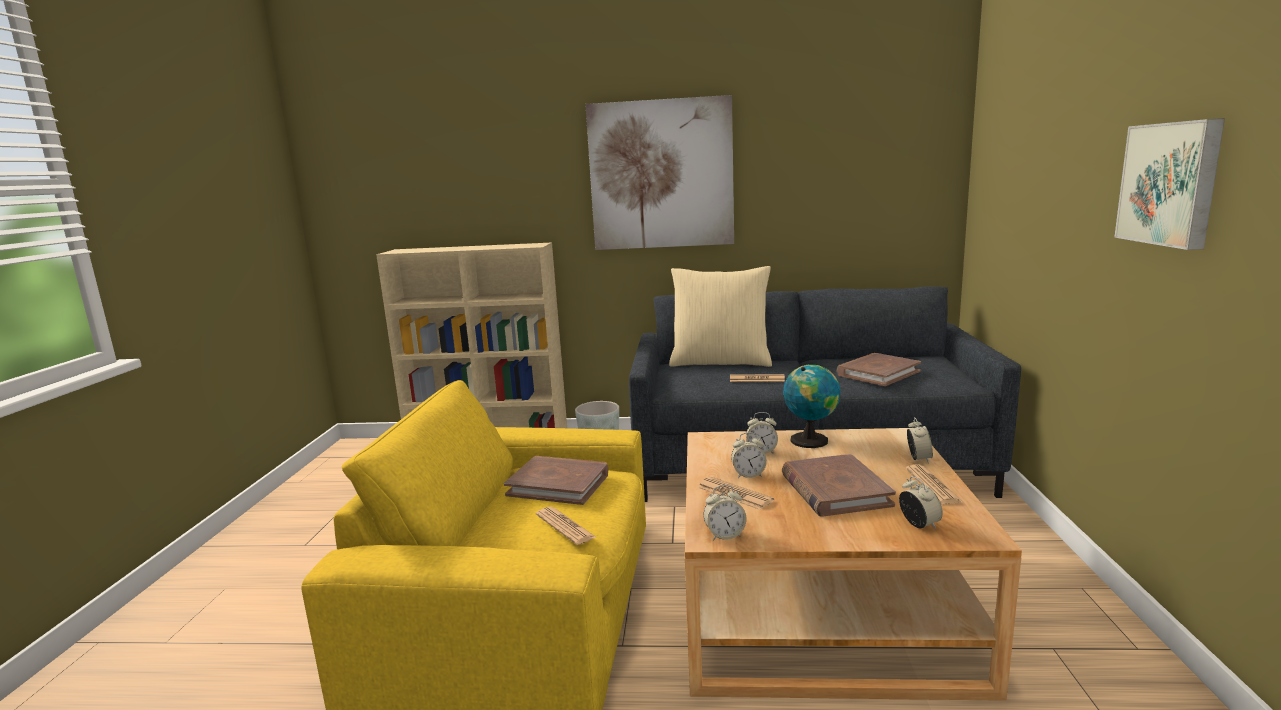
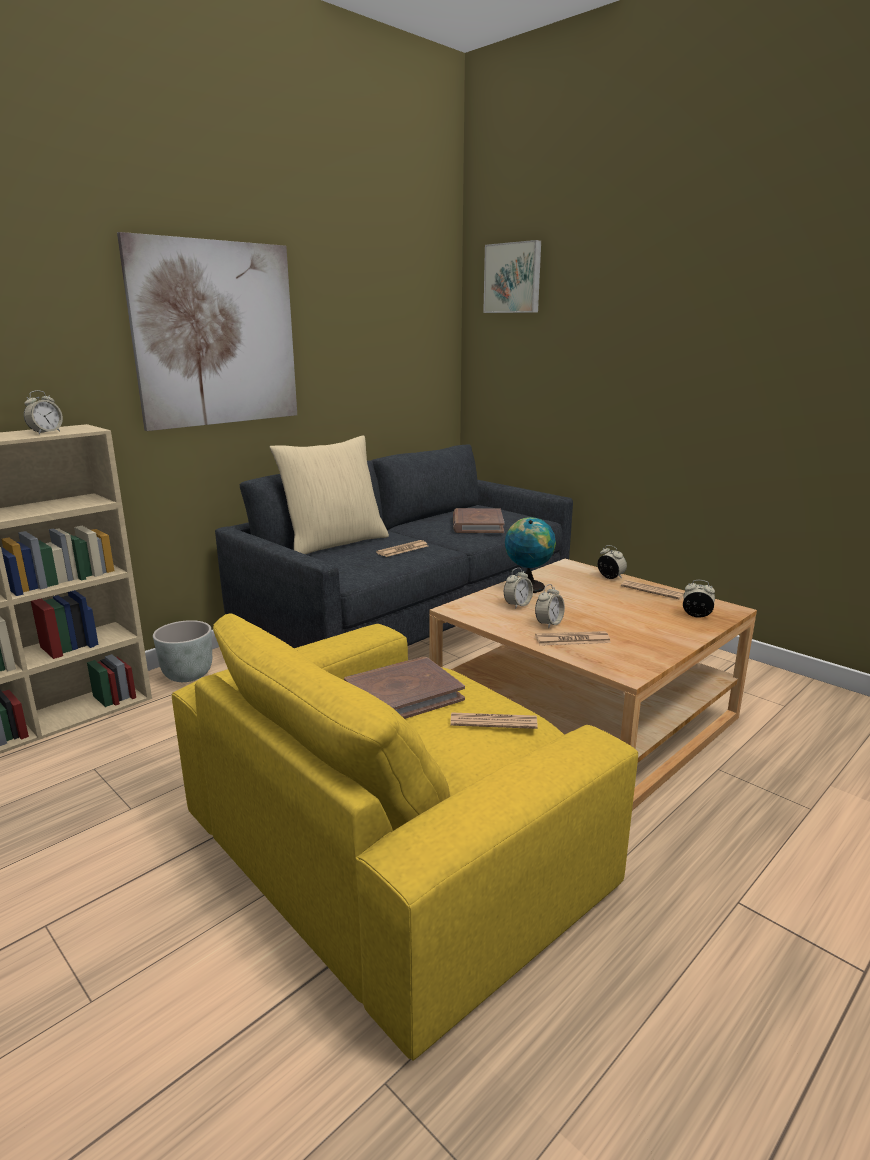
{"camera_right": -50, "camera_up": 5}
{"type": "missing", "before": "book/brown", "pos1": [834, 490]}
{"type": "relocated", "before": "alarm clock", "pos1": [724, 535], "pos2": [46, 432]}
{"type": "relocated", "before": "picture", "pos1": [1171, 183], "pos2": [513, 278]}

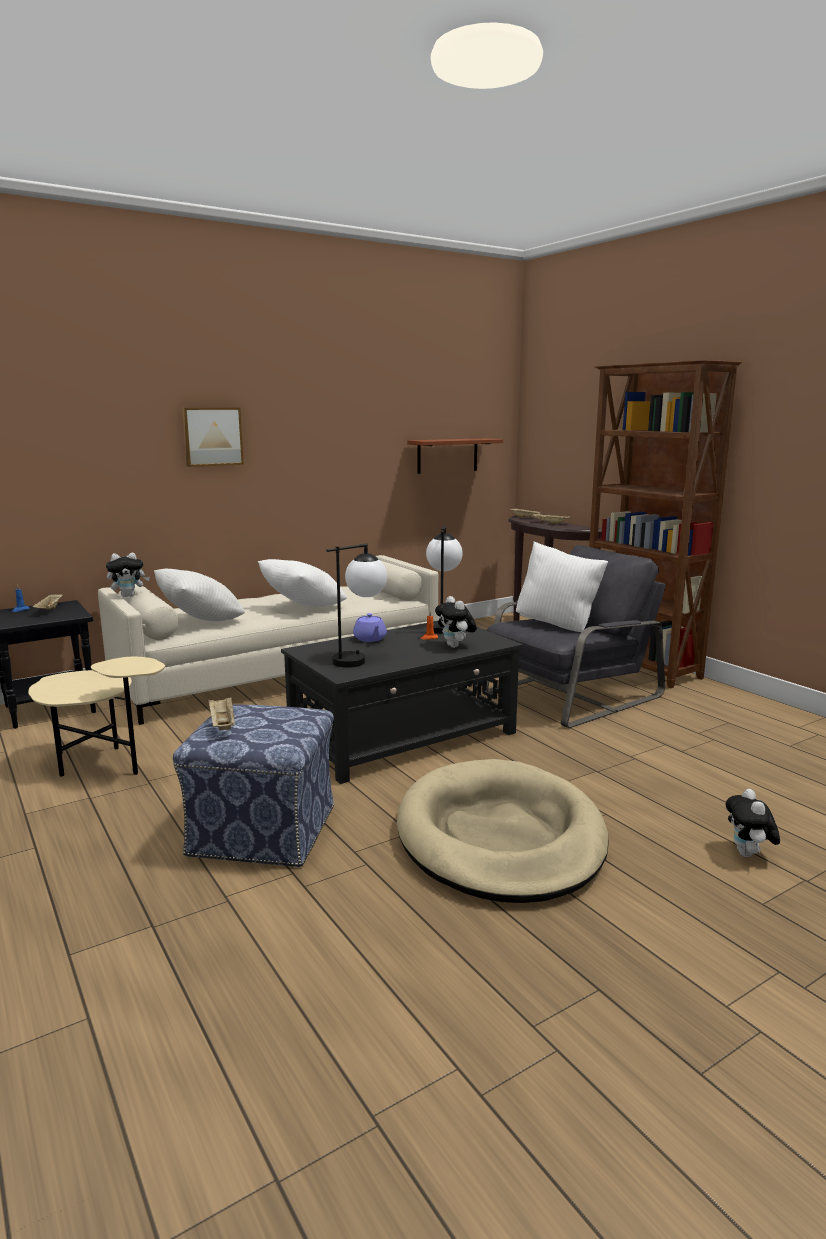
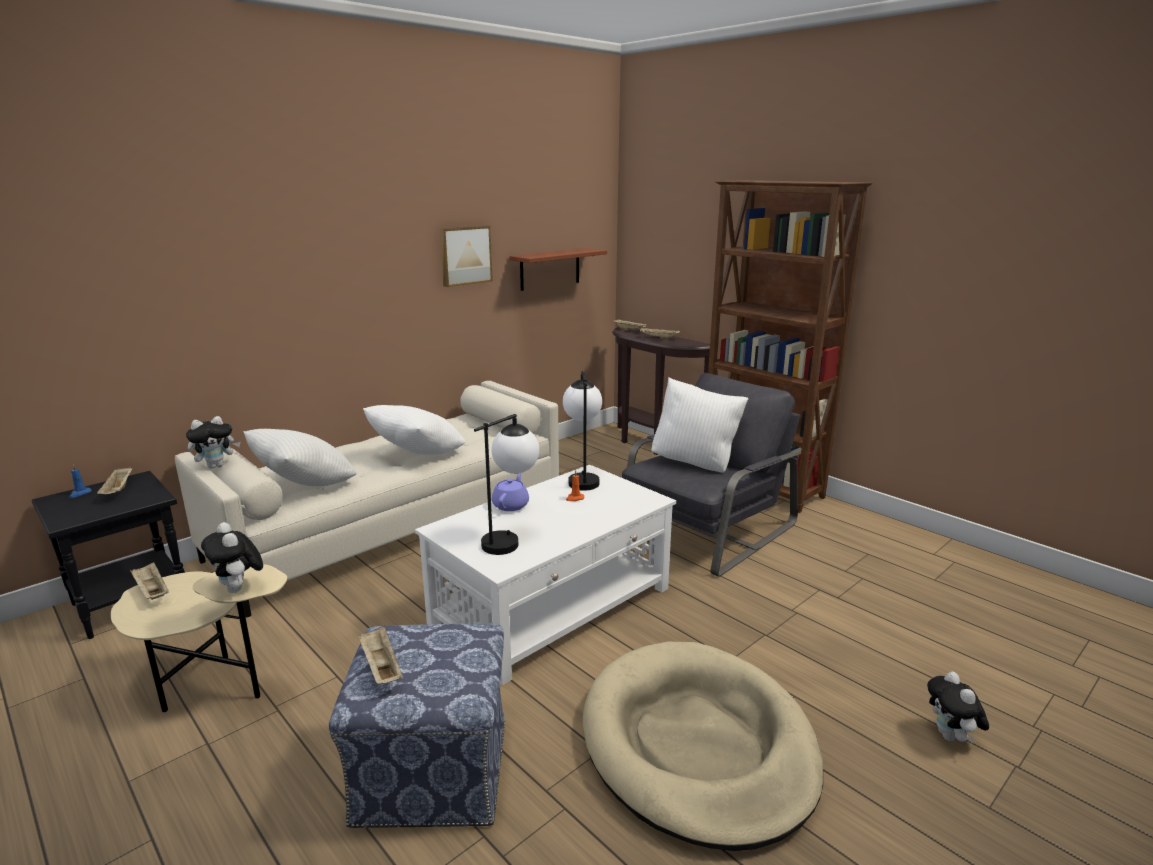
{"camera_right": -10, "camera_up": 5}
{"type": "appeared", "after": "tray/beige", "pos2": [152, 591]}
{"type": "relocated", "before": "picture", "pos1": [212, 436], "pos2": [465, 255]}
{"type": "relocated", "before": "plush toy", "pos1": [455, 646], "pos2": [239, 589]}
{"type": "colour", "before": "coffee table/black", "after": "coffee table/white", "pos1": [404, 736], "pos2": [553, 605]}
{"type": "spun", "before": "teapot/purple", "pos1": [370, 639], "pos2": [511, 505], "turn": -135}

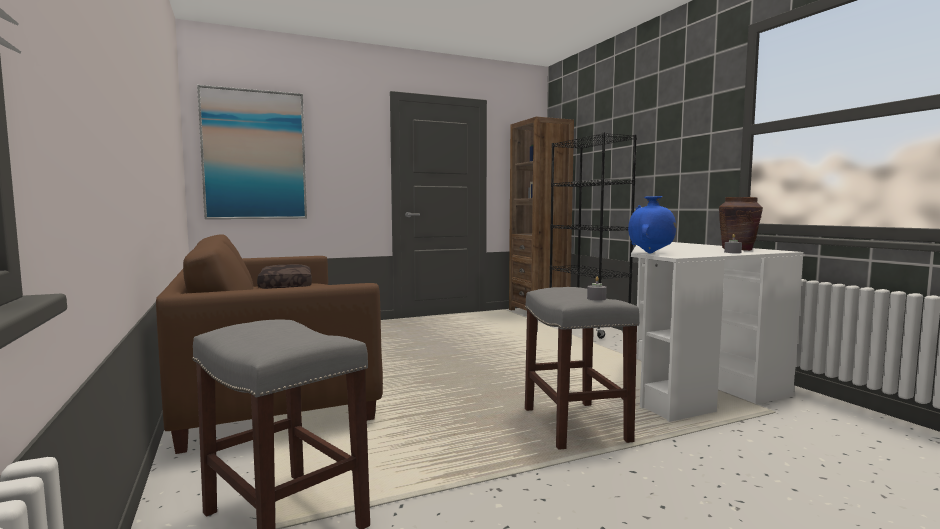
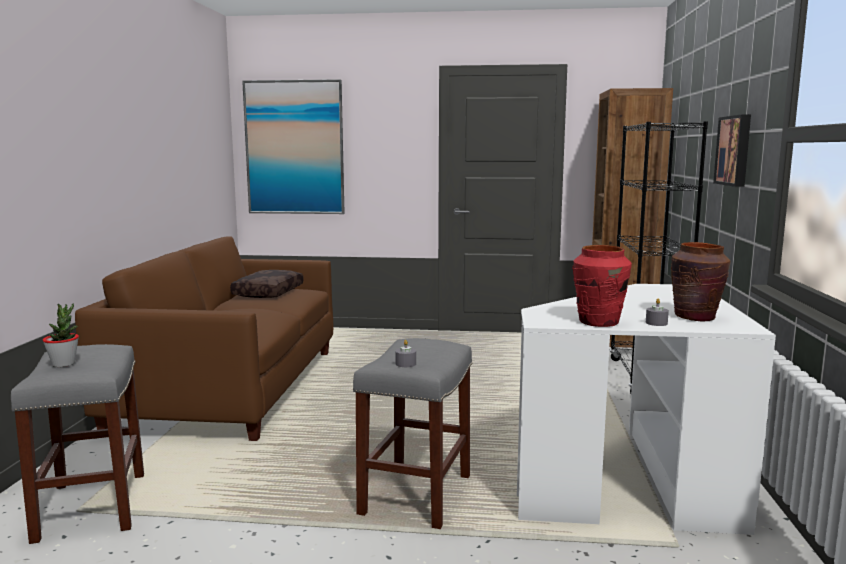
{"camera_right": 30, "camera_up": 5}
{"type": "missing", "before": "vase/blue", "pos1": [651, 253]}
{"type": "appeared", "after": "potted plant", "pos2": [64, 364]}
{"type": "appeared", "after": "vase/red", "pos2": [599, 322]}
{"type": "appeared", "after": "picture", "pos2": [735, 150]}

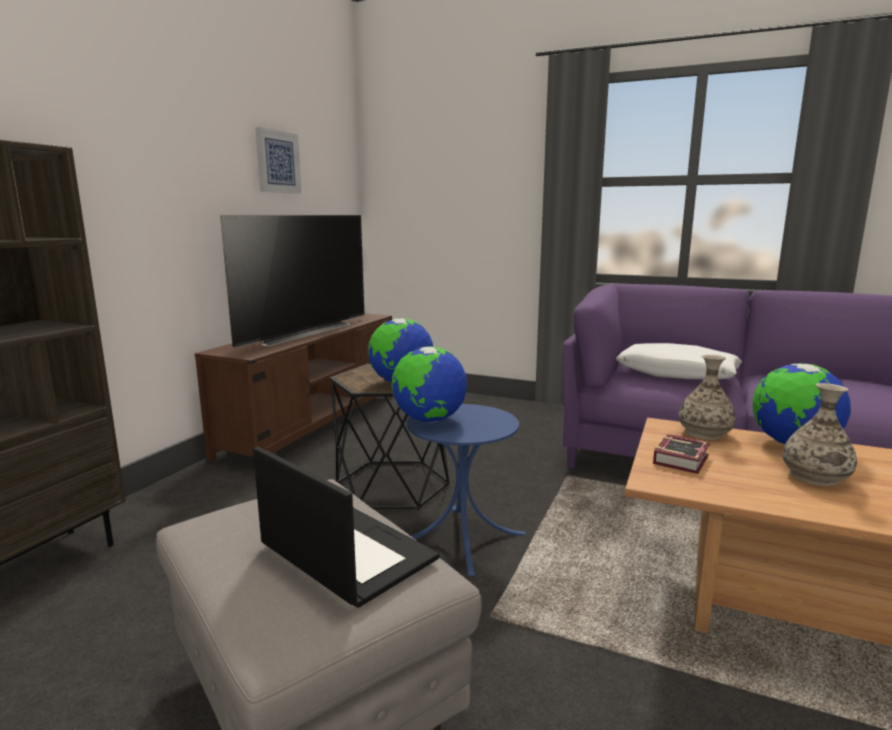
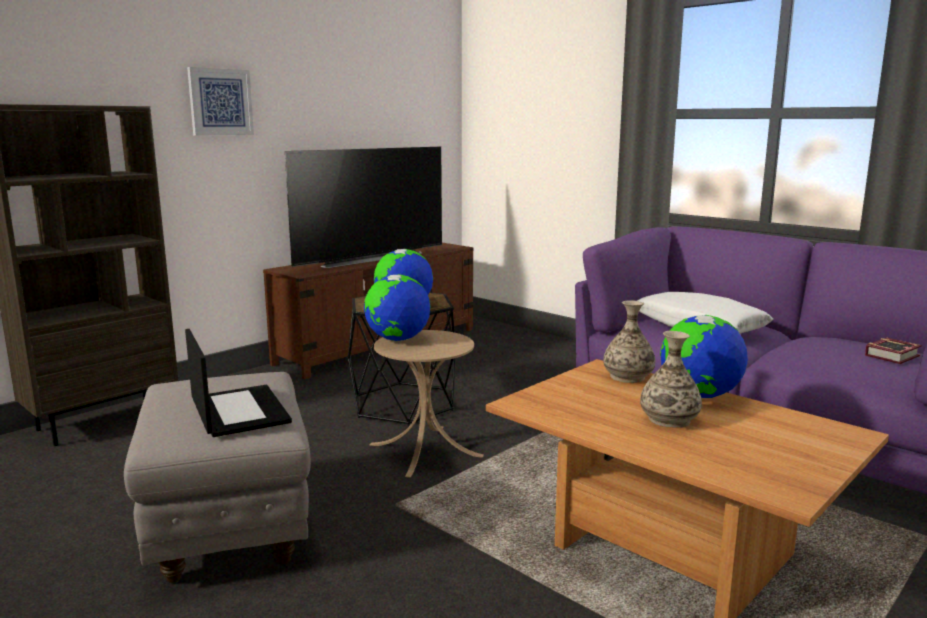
{"camera_right": 20, "camera_up": 0}
{"type": "relocated", "before": "picture", "pos1": [277, 162], "pos2": [220, 102]}
{"type": "relocated", "before": "book", "pos1": [683, 459], "pos2": [894, 355]}
{"type": "colour", "before": "side table/blue", "after": "side table/beige", "pos1": [461, 537], "pos2": [425, 450]}

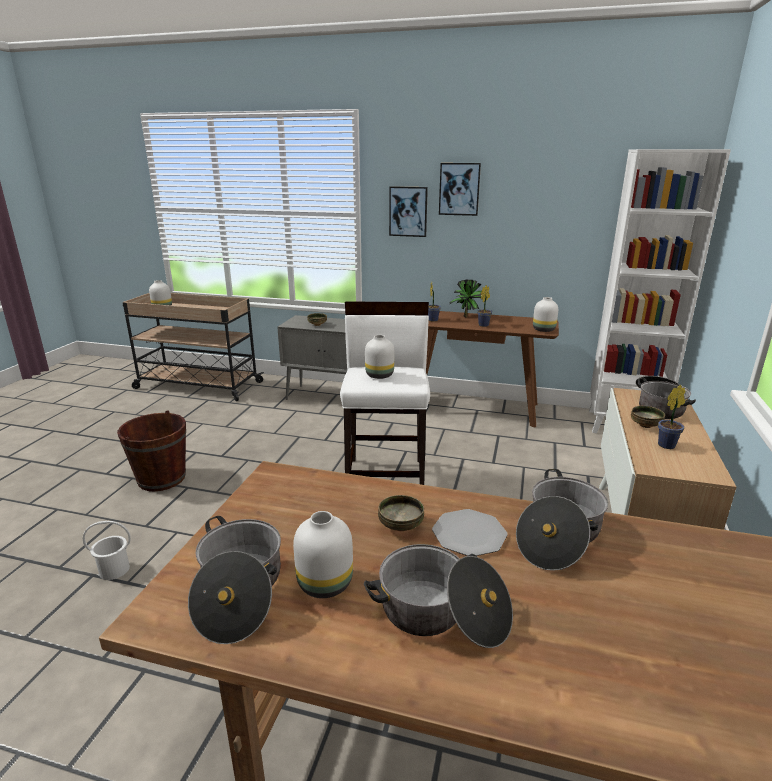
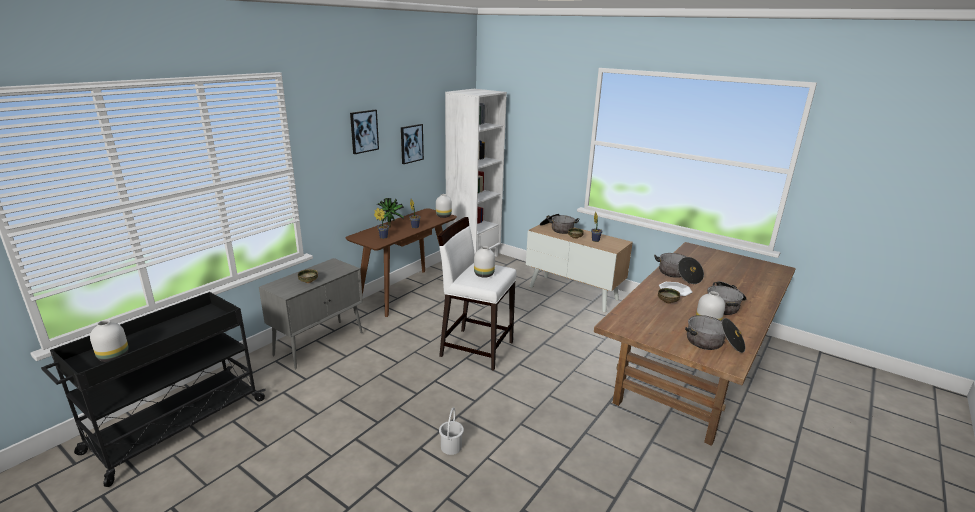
{"camera_right": -70, "camera_up": 0}
{"type": "missing", "before": "bucket/brown", "pos1": [162, 478]}
{"type": "relocated", "before": "bucket/white", "pos1": [114, 570], "pos2": [451, 447]}
{"type": "relocated", "before": "picture", "pos1": [408, 211], "pos2": [411, 143]}
{"type": "colour", "before": "cart/beige", "after": "cart/black", "pos1": [197, 385], "pos2": [175, 426]}

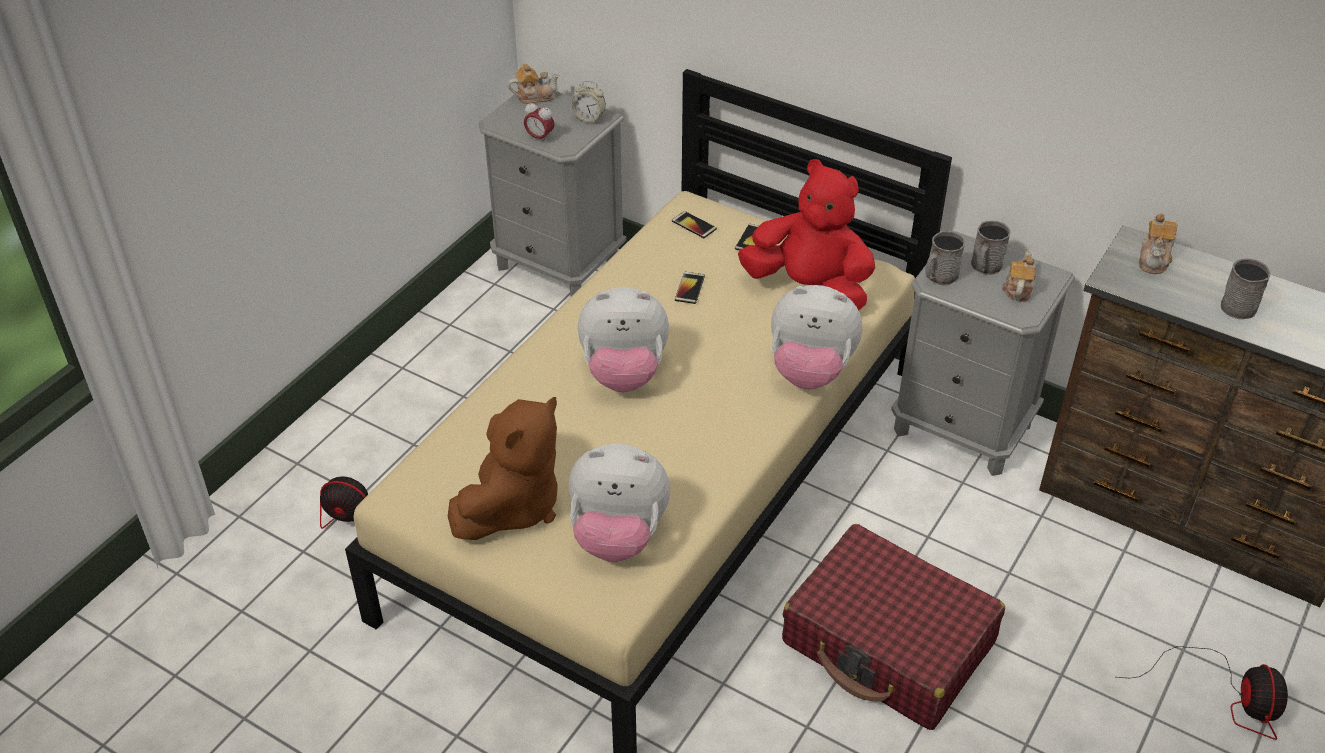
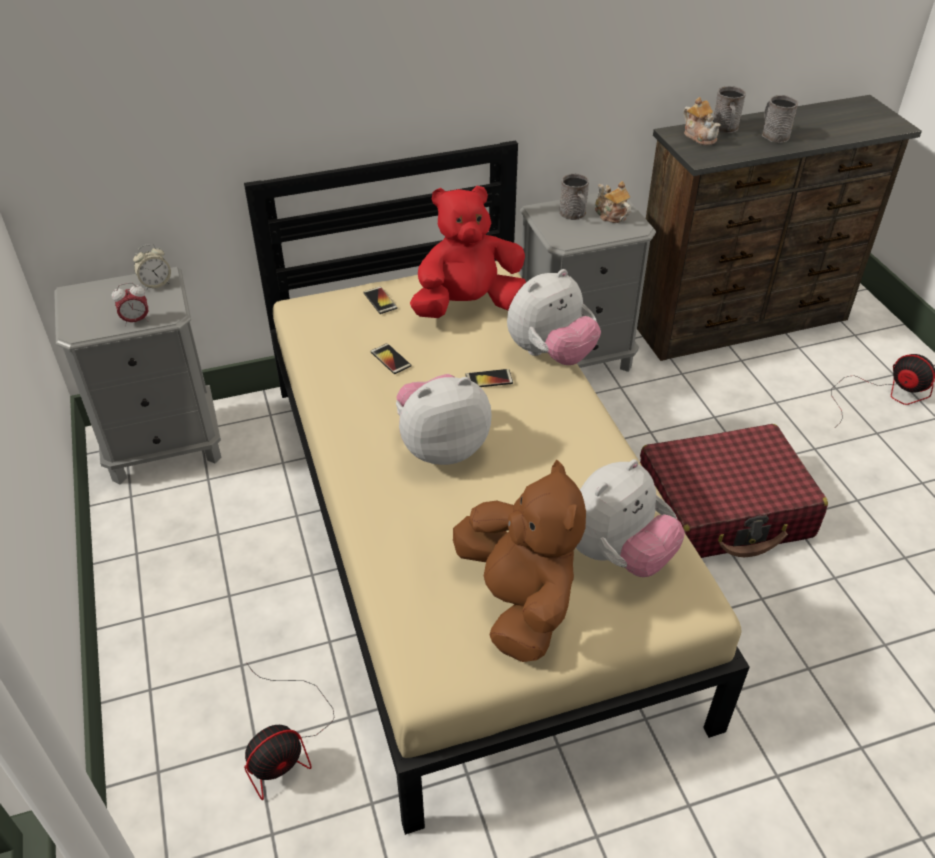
{"camera_right": -50, "camera_up": 0}
{"type": "missing", "before": "teapot", "pos1": [535, 96]}
{"type": "relocated", "before": "phone", "pos1": [694, 225], "pos2": [489, 379]}
{"type": "relocated", "before": "mug/grey", "pos1": [939, 277], "pos2": [725, 128]}
{"type": "spun", "before": "plush toy", "pos1": [624, 374], "pos2": [441, 447], "turn": -150}

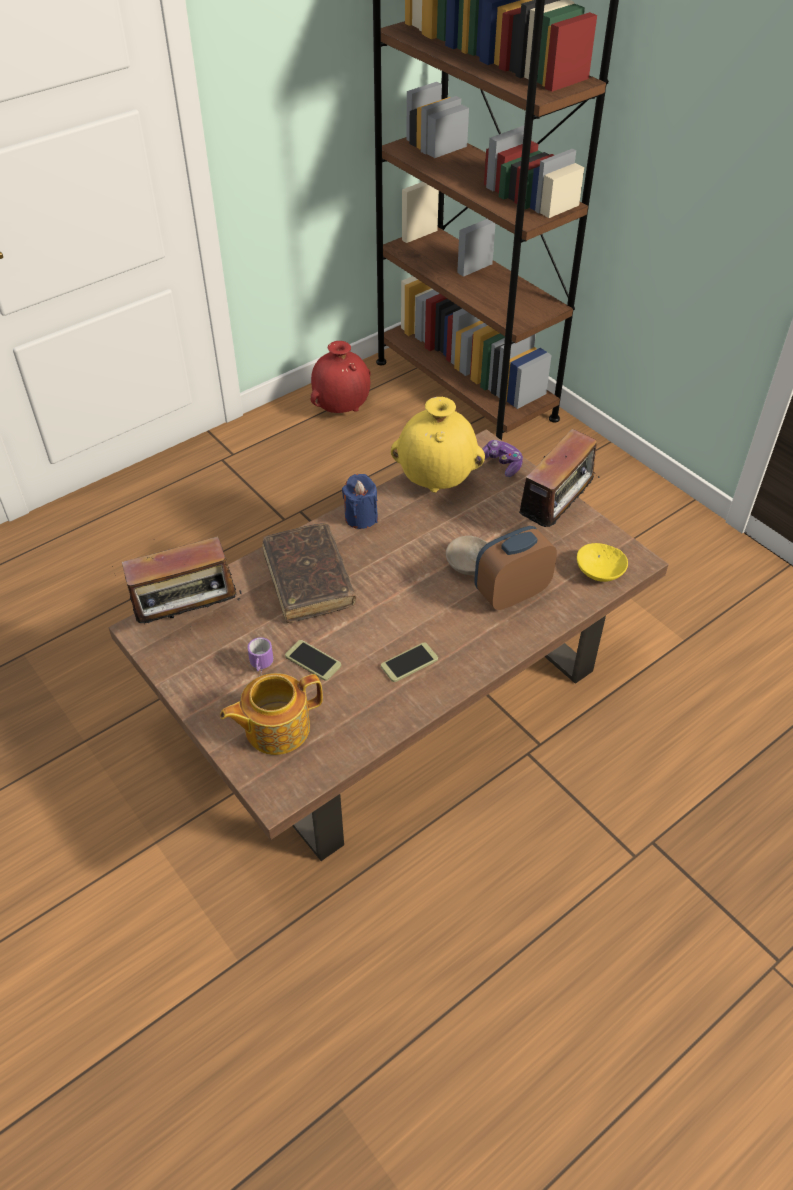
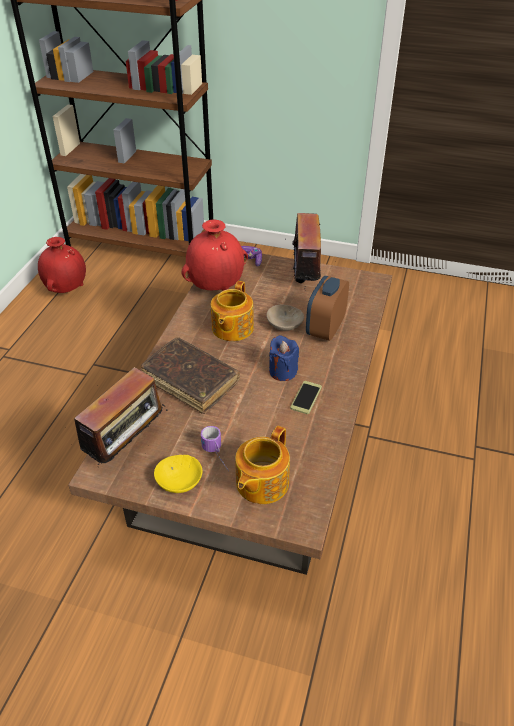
{"camera_right": -35, "camera_up": -5}
{"type": "missing", "before": "phone", "pos1": [313, 661]}
{"type": "appeared", "after": "teapot", "pos2": [231, 328]}
{"type": "relocated", "before": "candle/blue", "pos1": [361, 517], "pos2": [283, 371]}
{"type": "relocated", "before": "bowl/yellow", "pos1": [598, 572], "pos2": [178, 482]}
{"type": "colour", "before": "vase/yellow", "after": "vase/red", "pos1": [437, 482], "pos2": [216, 287]}

